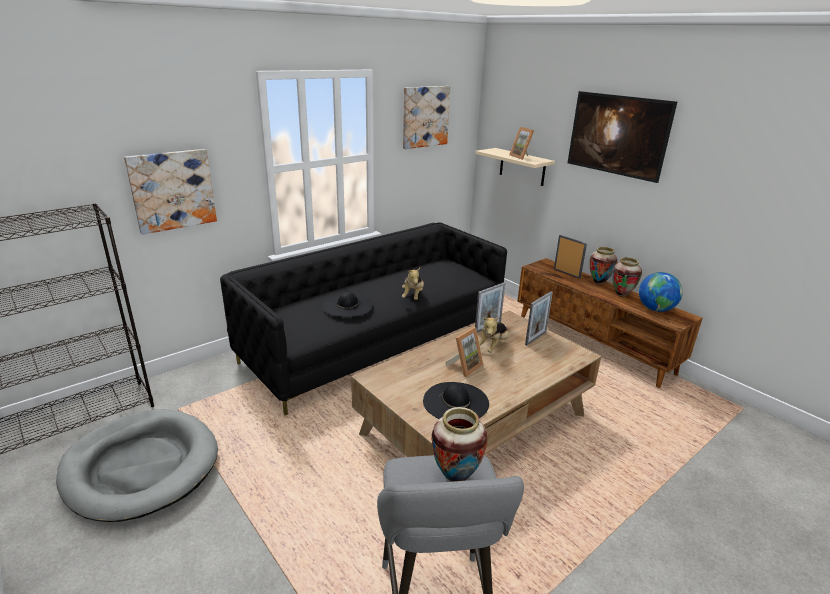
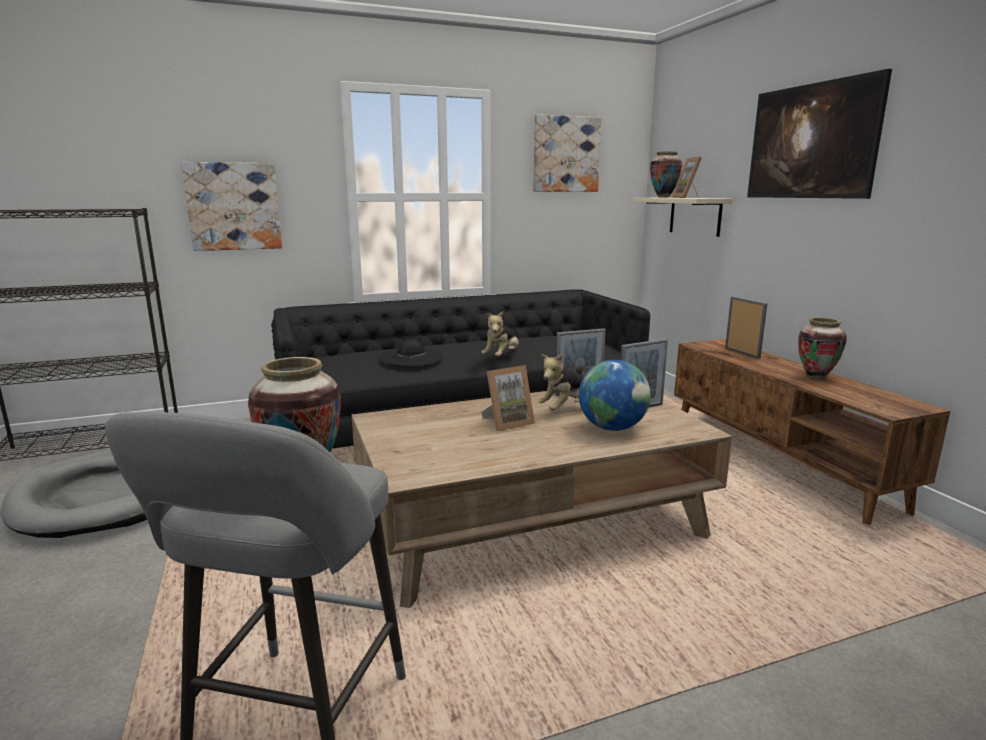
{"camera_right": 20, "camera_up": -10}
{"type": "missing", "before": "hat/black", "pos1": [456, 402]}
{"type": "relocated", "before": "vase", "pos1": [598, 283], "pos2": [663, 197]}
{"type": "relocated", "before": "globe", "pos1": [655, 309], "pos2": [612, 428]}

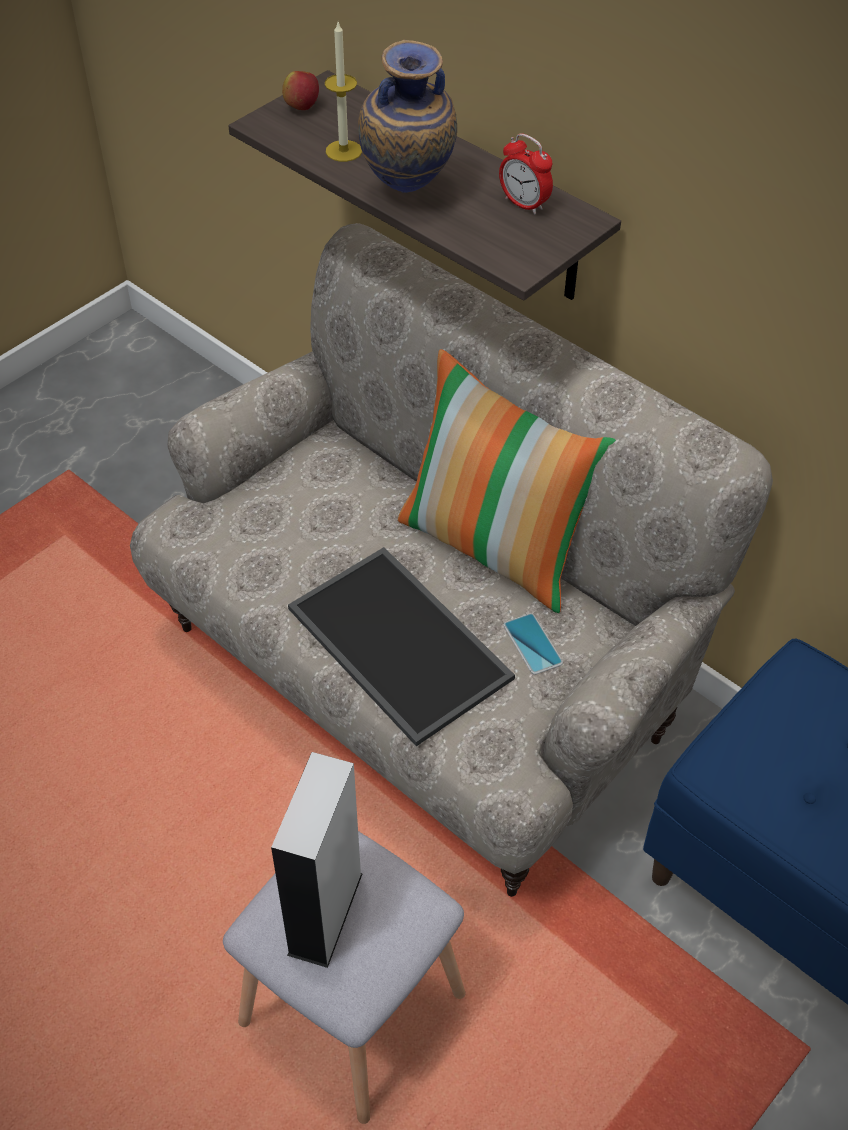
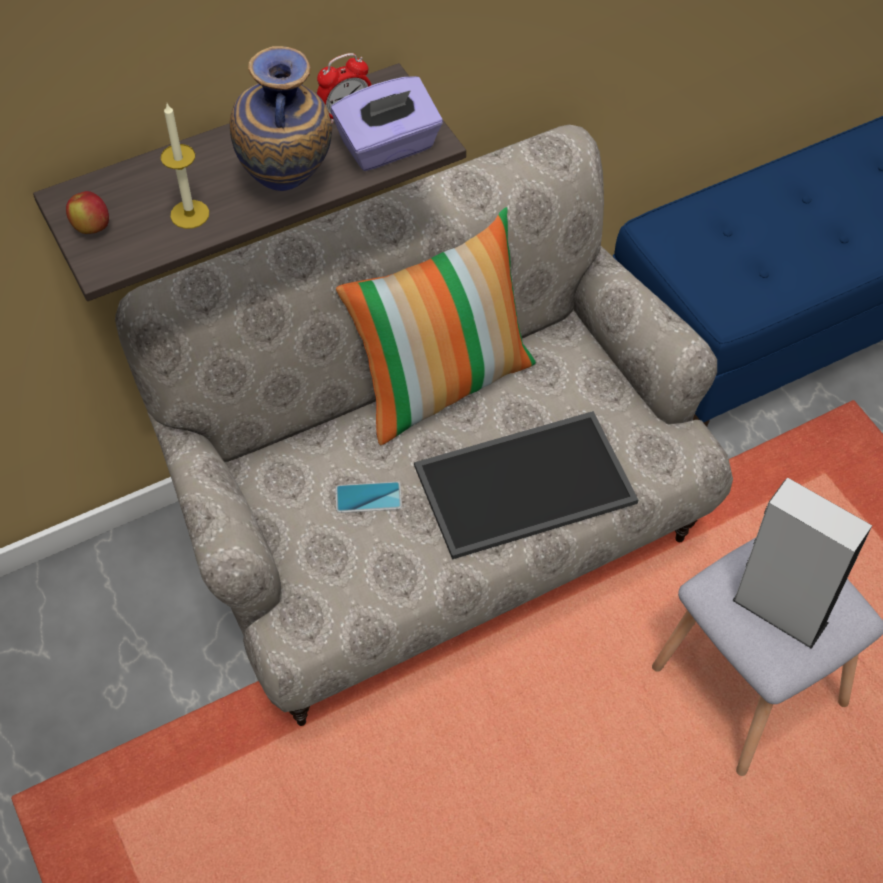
{"camera_right": -70, "camera_up": 5}
{"type": "appeared", "after": "tissue box/purple", "pos2": [388, 147]}
{"type": "relocated", "before": "phone", "pos1": [532, 644], "pos2": [368, 498]}

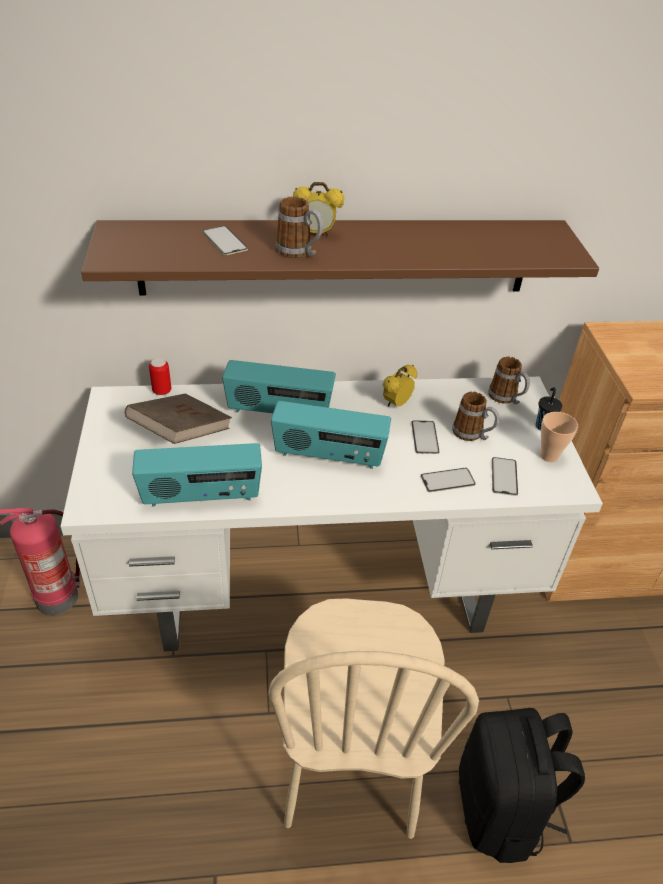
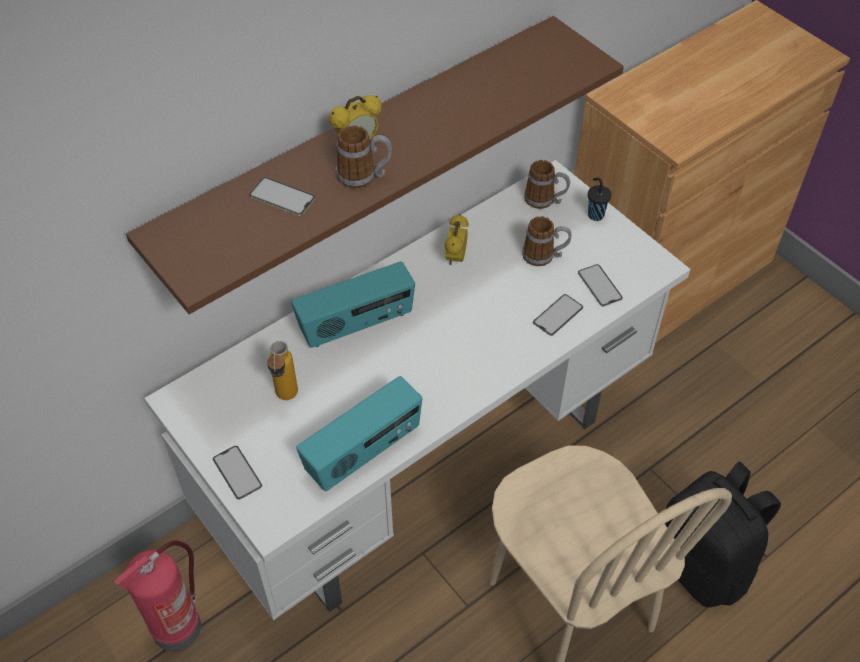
{"camera_right": -30, "camera_up": 10}
{"type": "missing", "before": "can", "pos1": [162, 391]}
{"type": "missing", "before": "radio", "pos1": [328, 456]}
{"type": "missing", "before": "cup", "pos1": [549, 455]}
{"type": "relocated", "before": "phone", "pos1": [425, 437], "pos2": [237, 472]}
{"type": "exchanged", "before": "book/brown", "after": "bottle", "pos1": [181, 434], "pos2": [286, 400]}

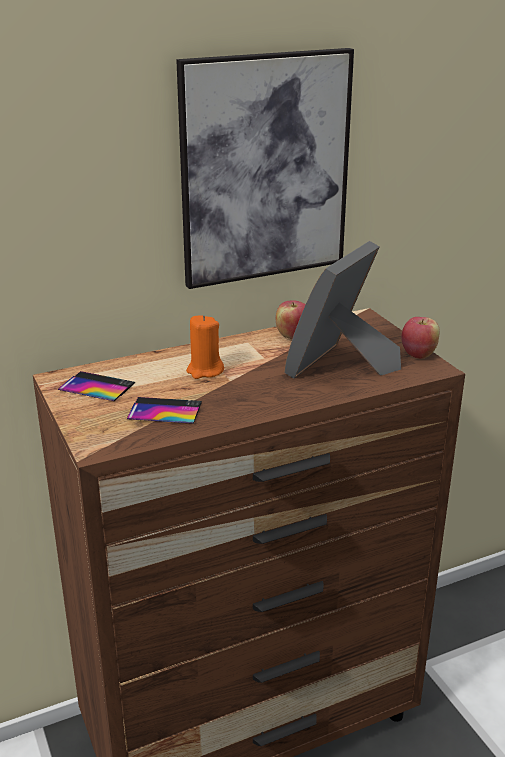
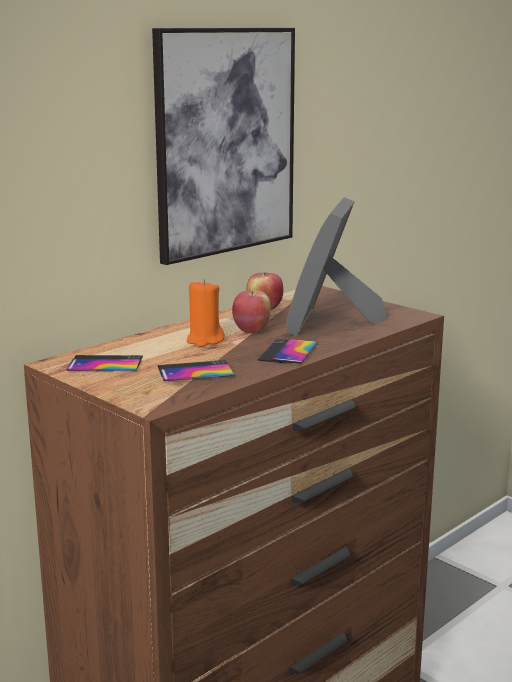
{"camera_right": -20, "camera_up": -10}
{"type": "appeared", "after": "phone", "pos2": [288, 352]}
{"type": "relocated", "before": "apple", "pos1": [418, 354], "pos2": [251, 330]}

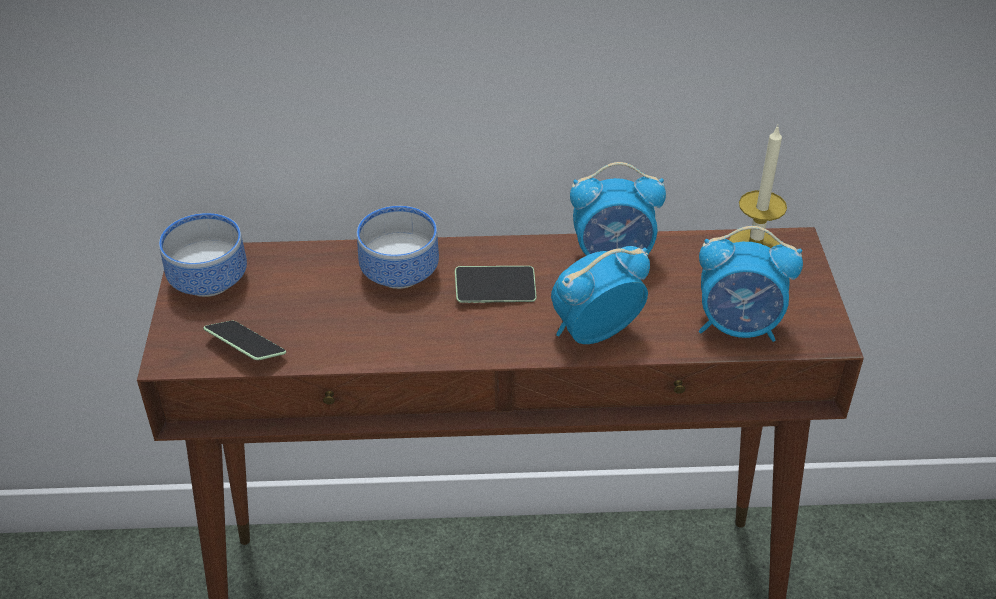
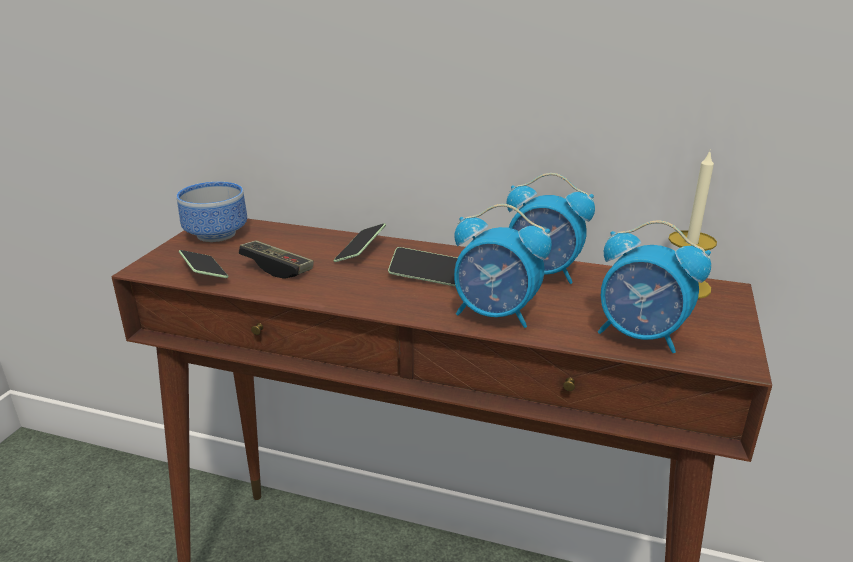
{"camera_right": 20, "camera_up": -15}
{"type": "appeared", "after": "game controller", "pos2": [277, 268]}
{"type": "exchanged", "before": "bowl", "after": "phone", "pos1": [401, 271], "pos2": [360, 251]}
{"type": "spun", "before": "alarm clock", "pos1": [594, 332], "pos2": [496, 315], "turn": -150}

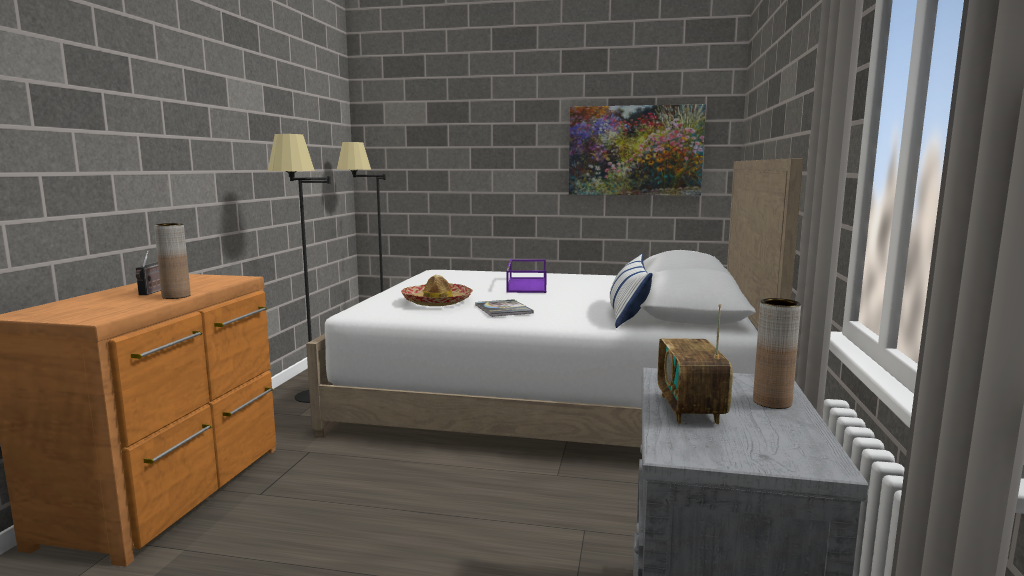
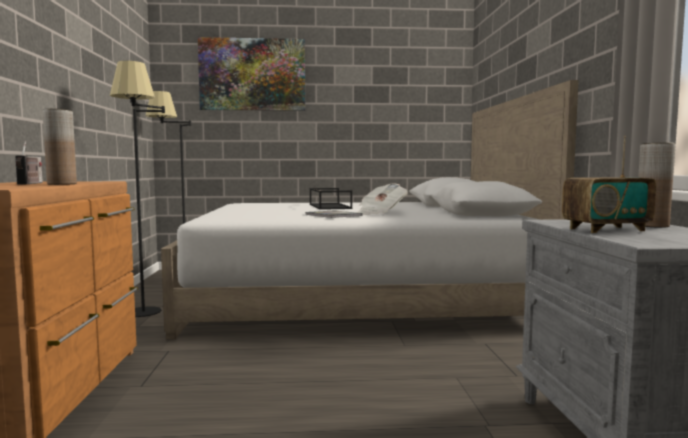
{"camera_right": -15, "camera_up": -5}
{"type": "missing", "before": "hat", "pos1": [437, 302]}
{"type": "missing", "before": "pillow", "pos1": [627, 313]}
{"type": "appeared", "after": "newspaper", "pos2": [380, 213]}
{"type": "relocated", "before": "picture", "pos1": [635, 150], "pos2": [252, 75]}
{"type": "colour", "before": "tray/purple", "after": "tray/black", "pos1": [526, 285], "pos2": [329, 206]}
{"type": "spun", "before": "radio", "pos1": [690, 409], "pos2": [606, 230], "turn": -90}

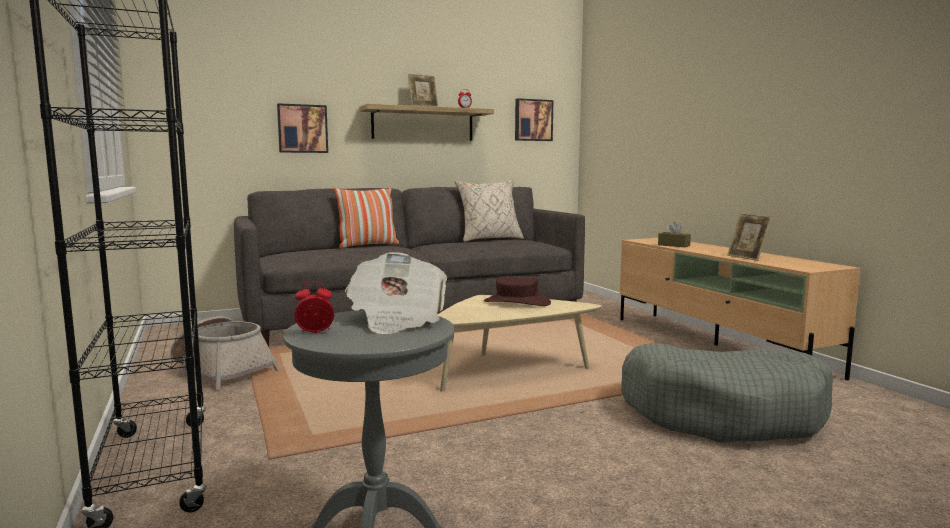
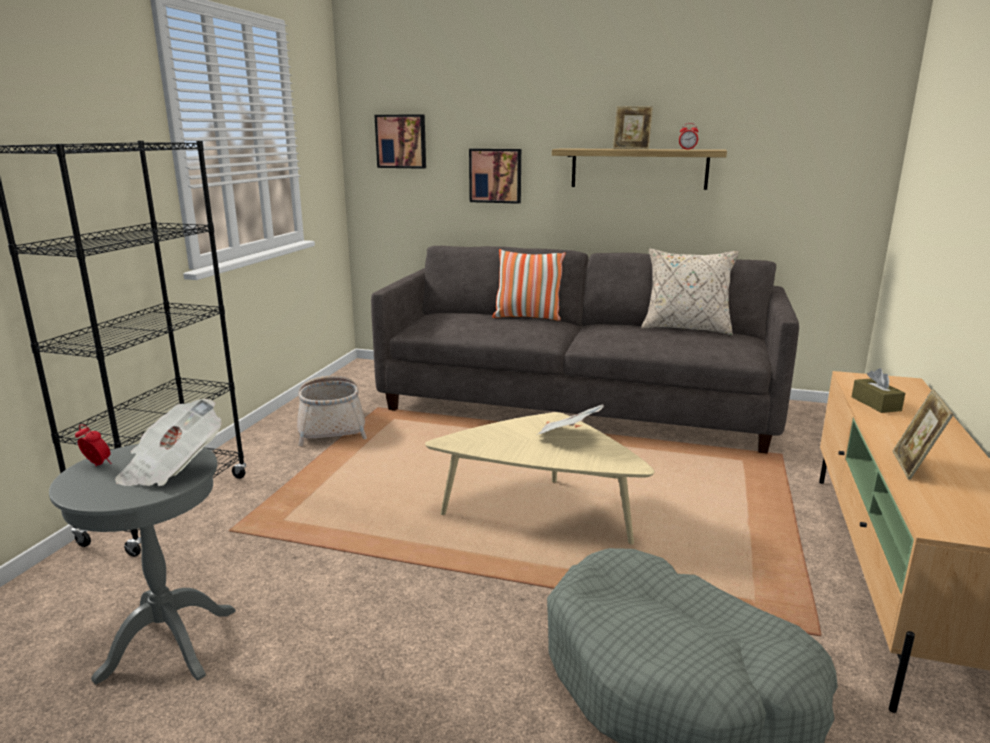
{"camera_right": 40, "camera_up": 10}
{"type": "relocated", "before": "picture", "pos1": [533, 120], "pos2": [401, 141]}
{"type": "exchanged", "before": "hat/brown", "after": "newspaper", "pos1": [516, 302], "pos2": [568, 437]}

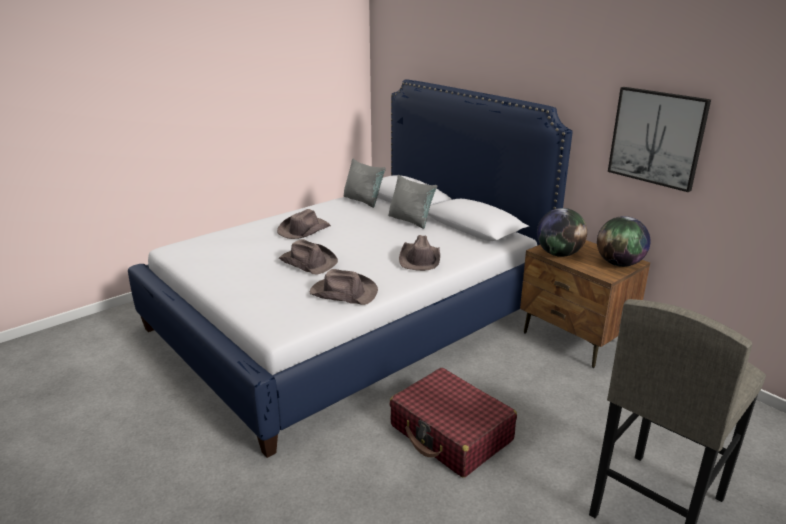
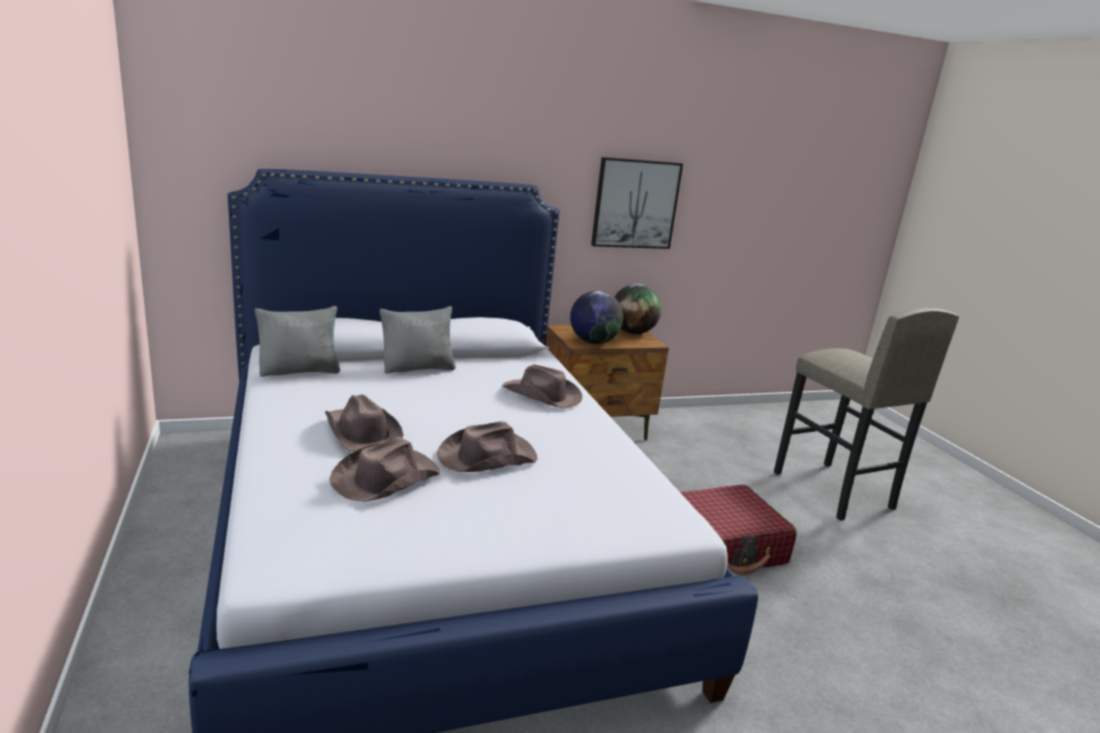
{"camera_right": -70, "camera_up": -5}
{"type": "relocated", "before": "hat/brown", "pos1": [343, 293], "pos2": [384, 478]}

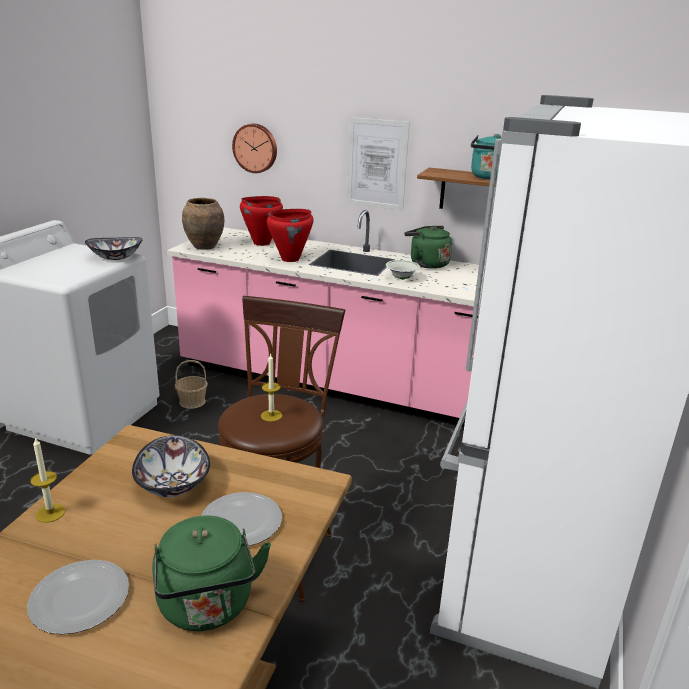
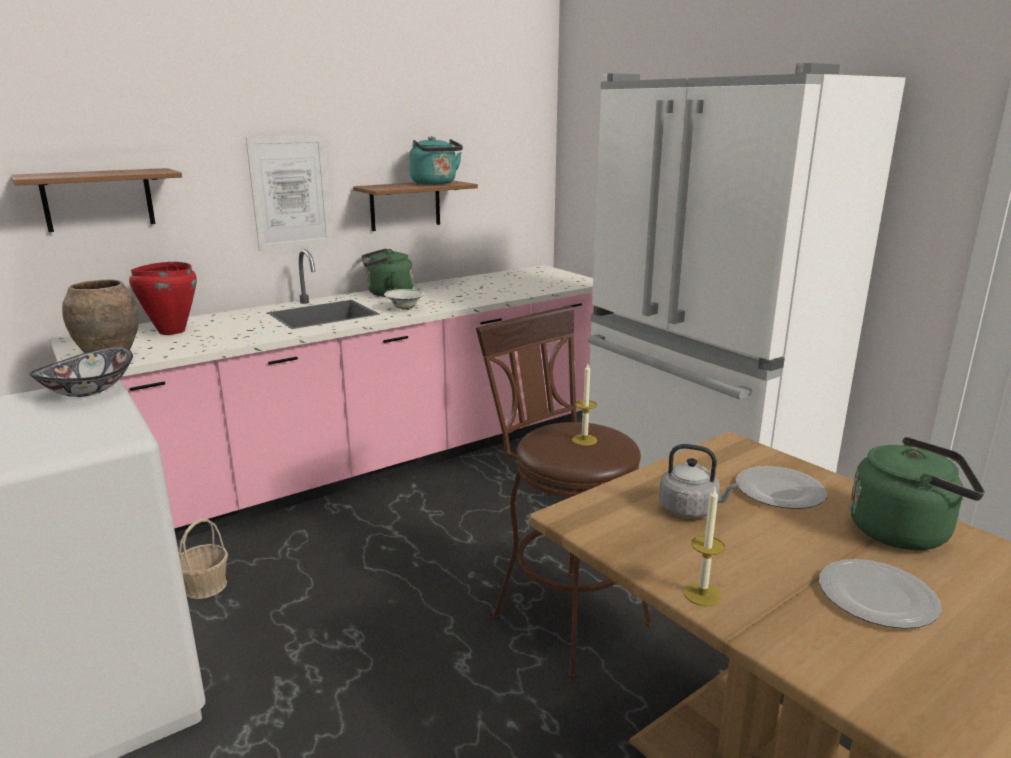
{"camera_right": -55, "camera_up": -5}
{"type": "missing", "before": "cooking pot/red", "pos1": [290, 259]}
{"type": "exchanged", "before": "bowl", "after": "kettle/grey", "pos1": [174, 484], "pos2": [691, 510]}
{"type": "exchanged", "before": "wall clock", "after": "shelf", "pos1": [255, 148], "pos2": [98, 199]}

